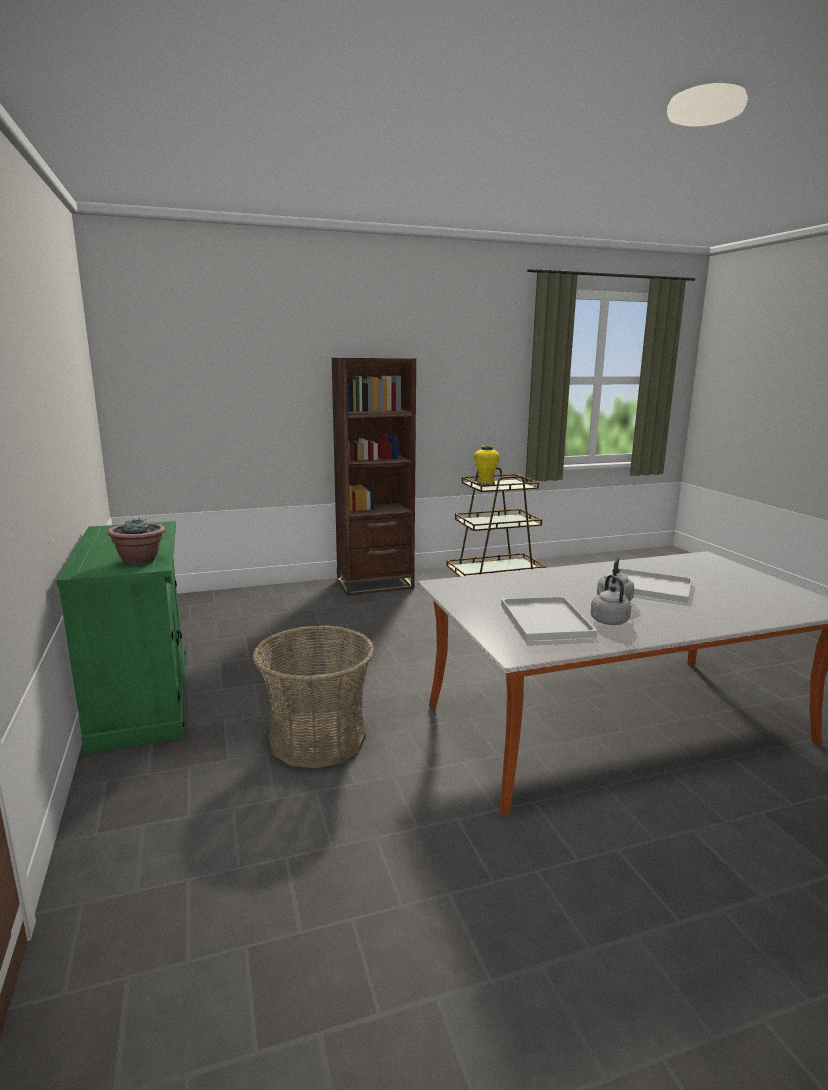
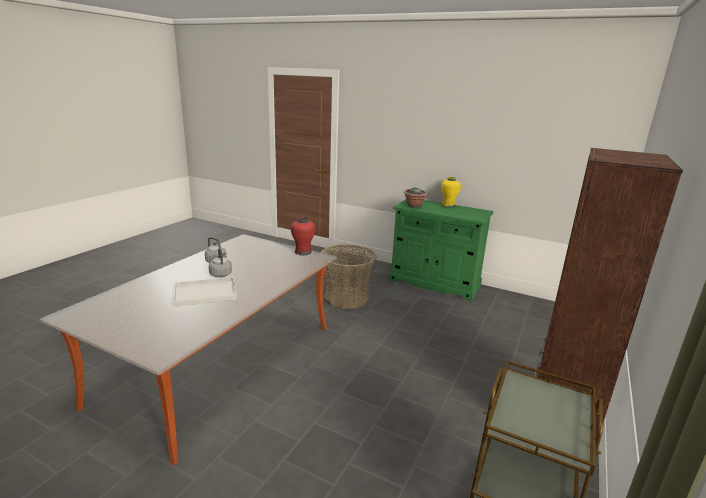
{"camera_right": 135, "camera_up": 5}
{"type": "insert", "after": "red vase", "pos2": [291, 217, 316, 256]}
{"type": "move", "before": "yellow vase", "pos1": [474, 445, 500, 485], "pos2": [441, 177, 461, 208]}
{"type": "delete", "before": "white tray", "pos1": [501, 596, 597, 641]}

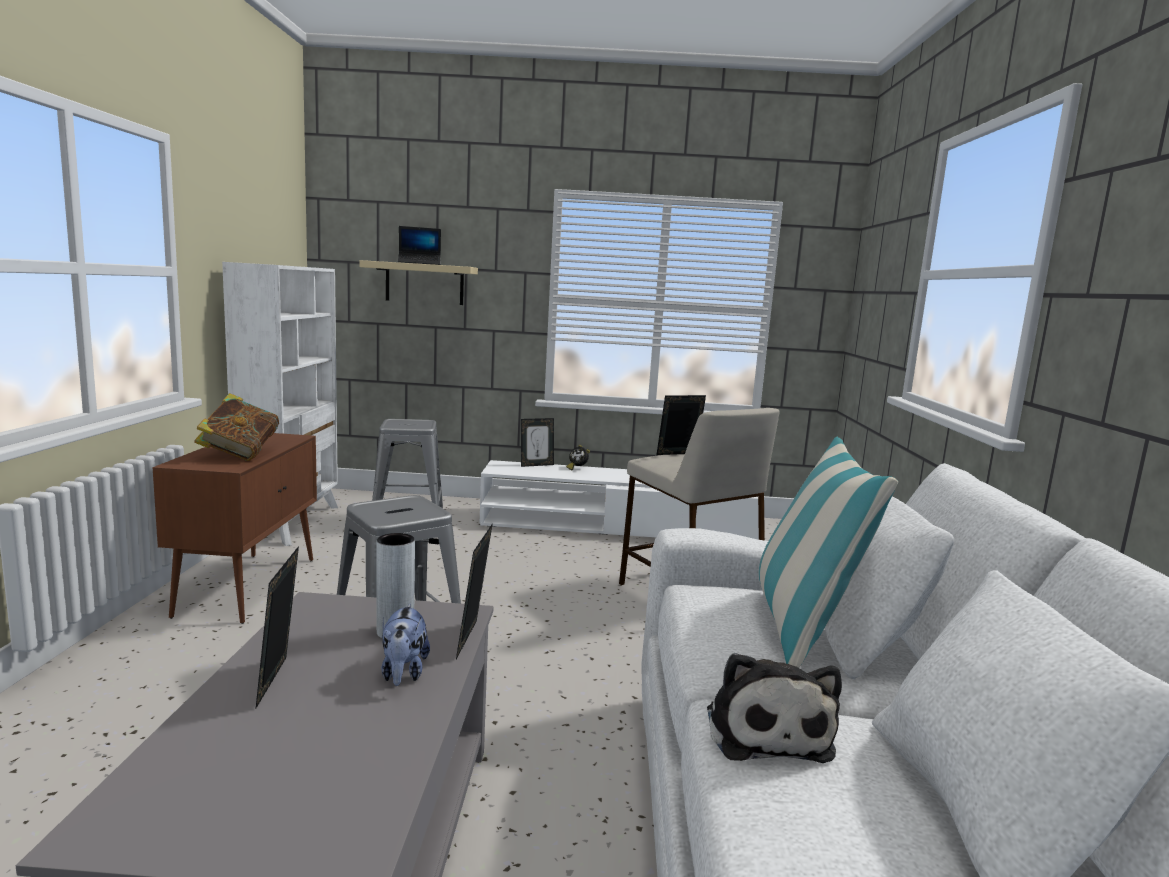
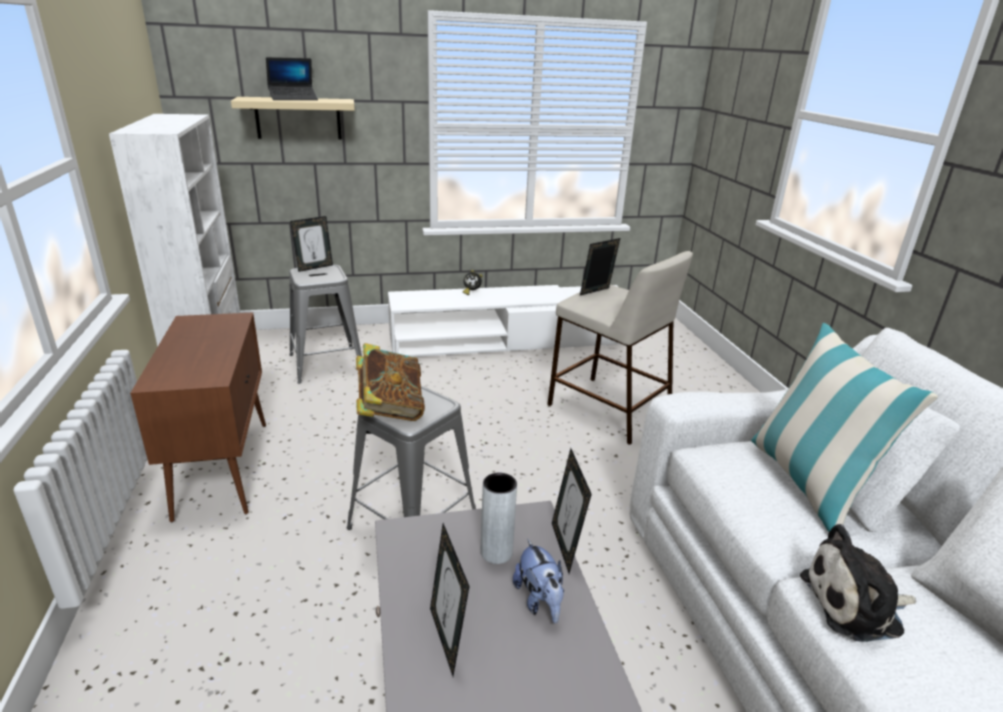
{"camera_right": -15, "camera_up": 15}
{"type": "move", "before": "picture frame", "pos1": [521, 418, 554, 467], "pos2": [290, 216, 333, 272]}
{"type": "move", "before": "book", "pos1": [194, 393, 279, 461], "pos2": [356, 343, 425, 421]}
{"type": "rotate", "before": "plush toy", "pos1": [707, 653, 842, 763], "pos2": [800, 524, 916, 642], "turn": 105}

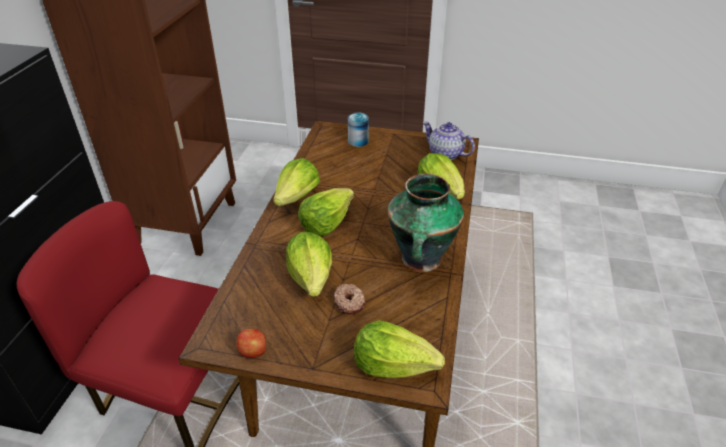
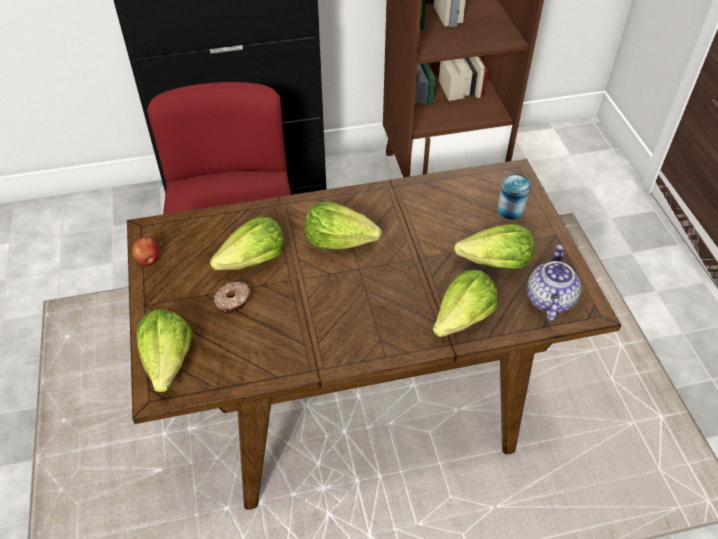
{"camera_right": 65, "camera_up": 10}
{"type": "move", "before": "lettuce", "pos1": [273, 158, 320, 206], "pos2": [454, 224, 535, 269]}
{"type": "delete", "before": "vase", "pos1": [387, 174, 464, 272]}

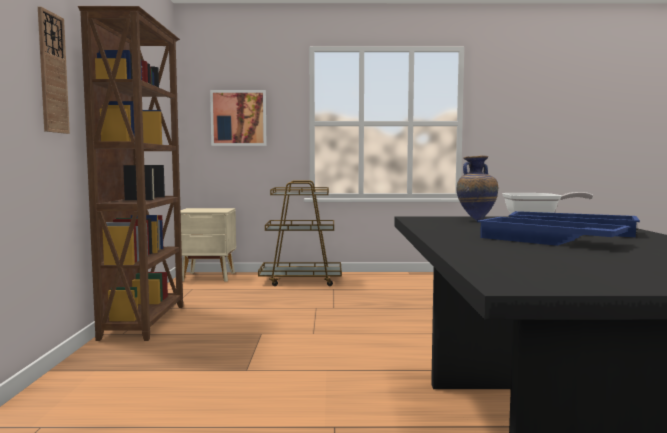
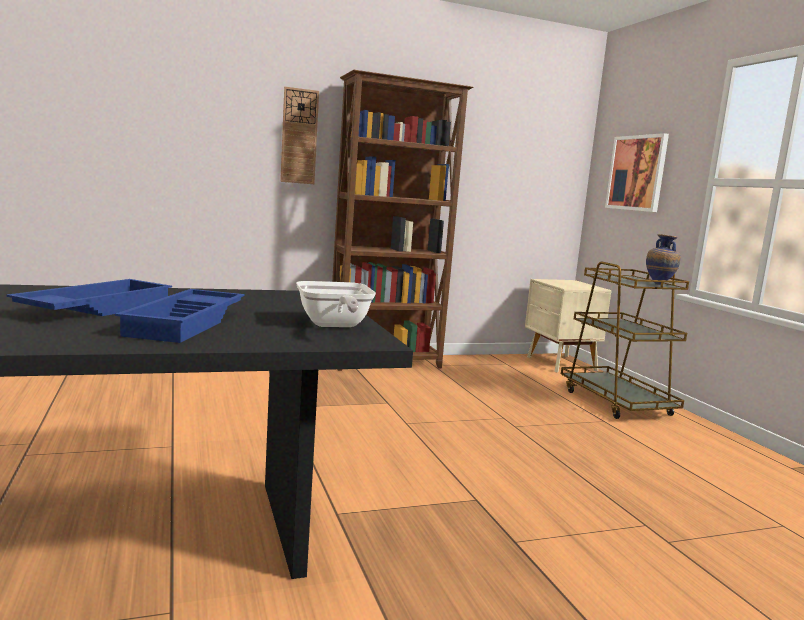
{"camera_right": 70, "camera_up": 5}
{"type": "move", "before": "vase", "pos1": [457, 155, 498, 221], "pos2": [646, 234, 681, 285]}

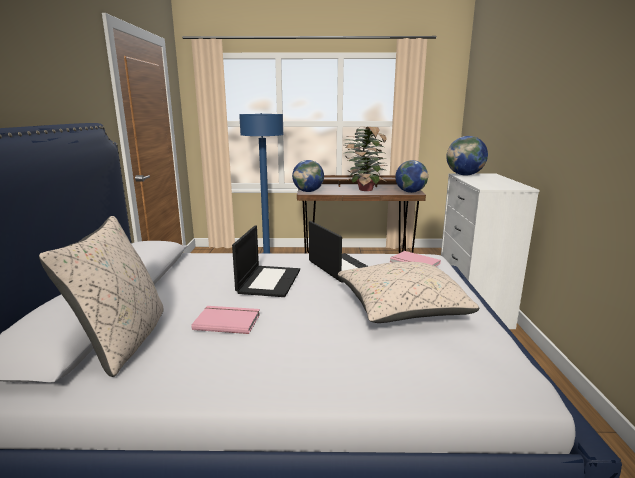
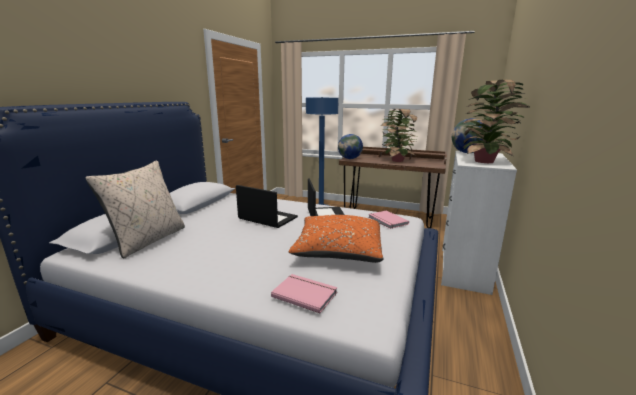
{"camera_right": 20, "camera_up": 0}
{"type": "rotate", "before": "laptop", "pos1": [232, 225, 300, 297], "pos2": [236, 185, 298, 228], "turn": -90}
{"type": "move", "before": "pink book", "pos1": [191, 306, 260, 334], "pos2": [271, 274, 337, 313]}
{"type": "recolor", "before": "beige pillow", "after": "orange pillow", "pos1": [338, 262, 479, 323], "pos2": [289, 215, 384, 263]}
{"type": "insert", "after": "potted plant", "pos2": [462, 79, 530, 163]}
{"type": "delete", "before": "globe", "pos1": [395, 160, 428, 193]}

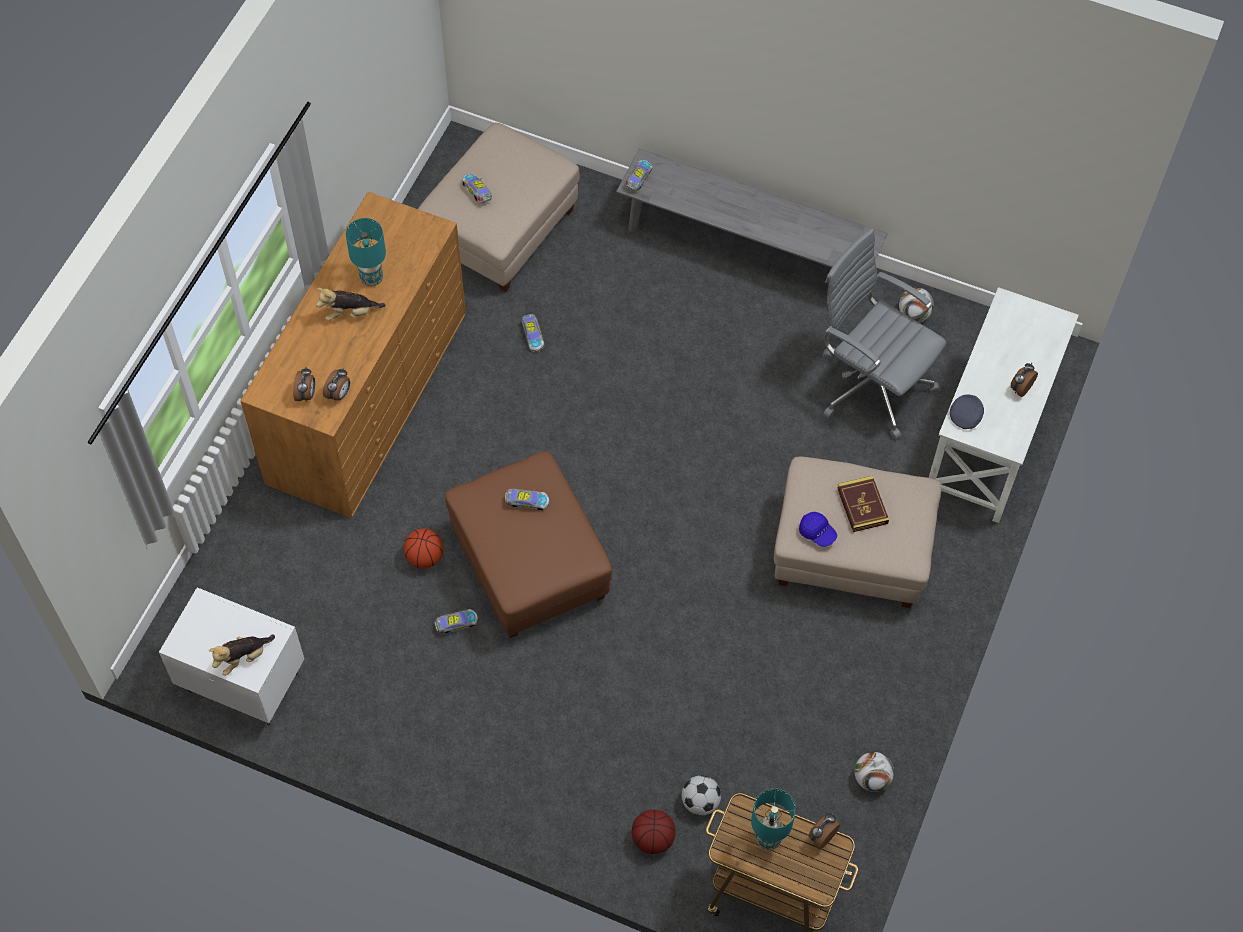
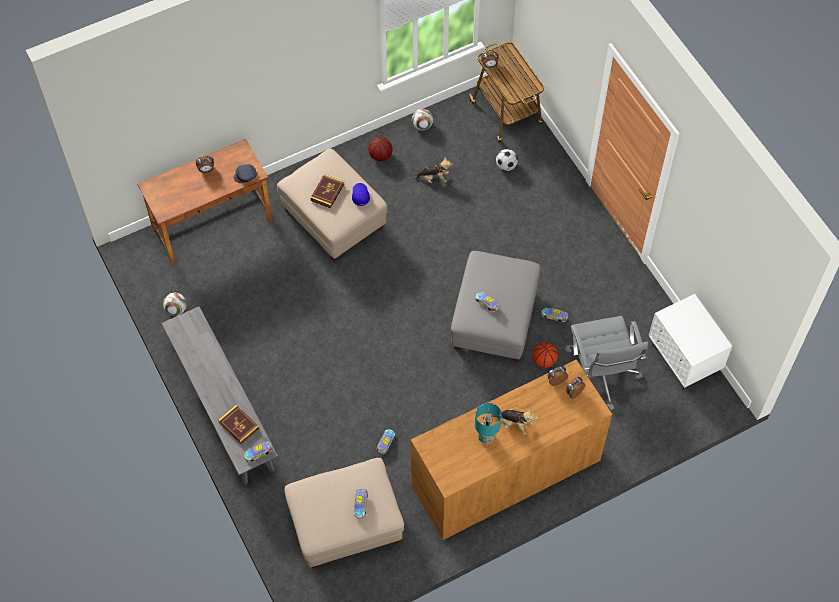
{"camera_right": -140, "camera_up": 0}
{"type": "recolor", "before": "white desk", "after": "brown desk", "pos1": [929, 287, 1079, 523], "pos2": [137, 139, 272, 264]}
{"type": "insert", "after": "book", "pos2": [218, 405, 259, 444]}
{"type": "move", "before": "basketball", "pos1": [632, 810, 676, 854], "pos2": [368, 137, 392, 161]}
{"type": "move", "before": "plush toy", "pos1": [209, 634, 275, 676], "pos2": [413, 157, 453, 183]}
{"type": "recolor", "before": "brown ottoman", "after": "grey ottoman", "pos1": [445, 451, 612, 638], "pos2": [451, 251, 541, 362]}
{"type": "move", "before": "grey office chair", "pos1": [822, 228, 946, 440], "pos2": [565, 316, 648, 411]}
{"type": "delete", "before": "turquoise table lamp", "pos1": [751, 788, 796, 850]}

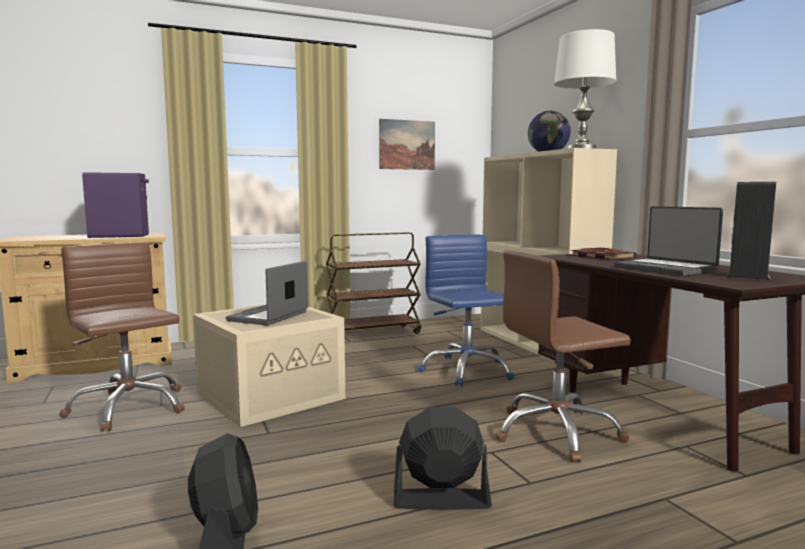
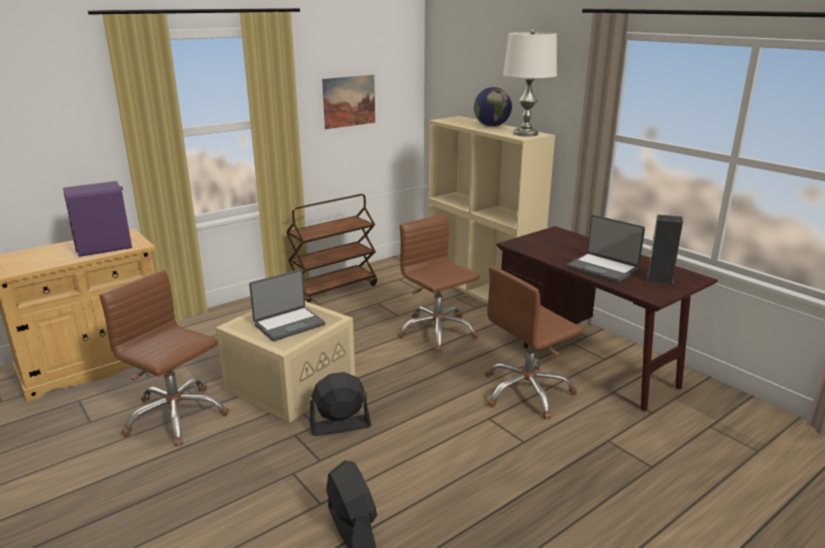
{"camera_right": -15, "camera_up": 15}
{"type": "rotate", "before": "laptop", "pos1": [226, 261, 308, 325], "pos2": [249, 269, 325, 341], "turn": -135}
{"type": "move", "before": "black fan", "pos1": [394, 407, 492, 510], "pos2": [310, 372, 371, 436]}
{"type": "recolor", "before": "blue office chair", "after": "brown office chair", "pos1": [418, 235, 515, 387], "pos2": [398, 214, 480, 352]}
{"type": "delete", "before": "book", "pos1": [571, 248, 636, 260]}

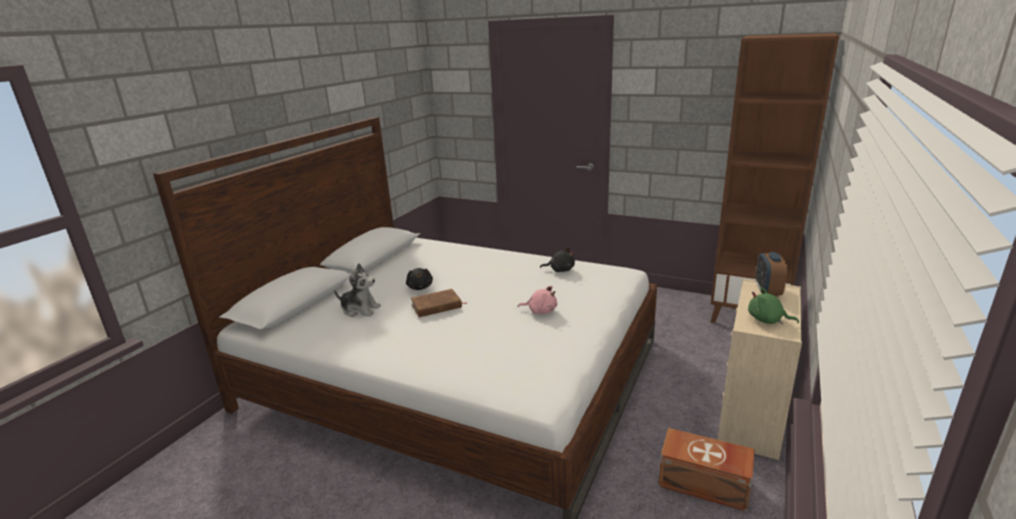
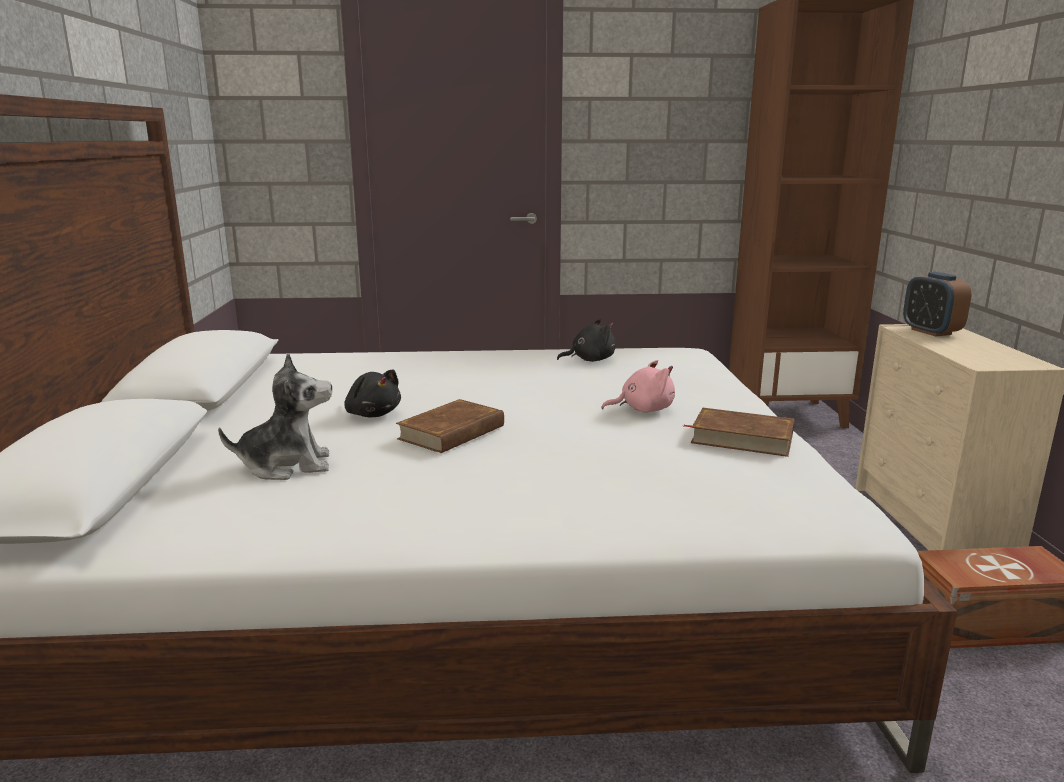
{"camera_right": -30, "camera_up": -5}
{"type": "insert", "after": "brown book", "pos2": [684, 408, 795, 457]}
{"type": "delete", "before": "green plush toy", "pos1": [748, 287, 799, 325]}

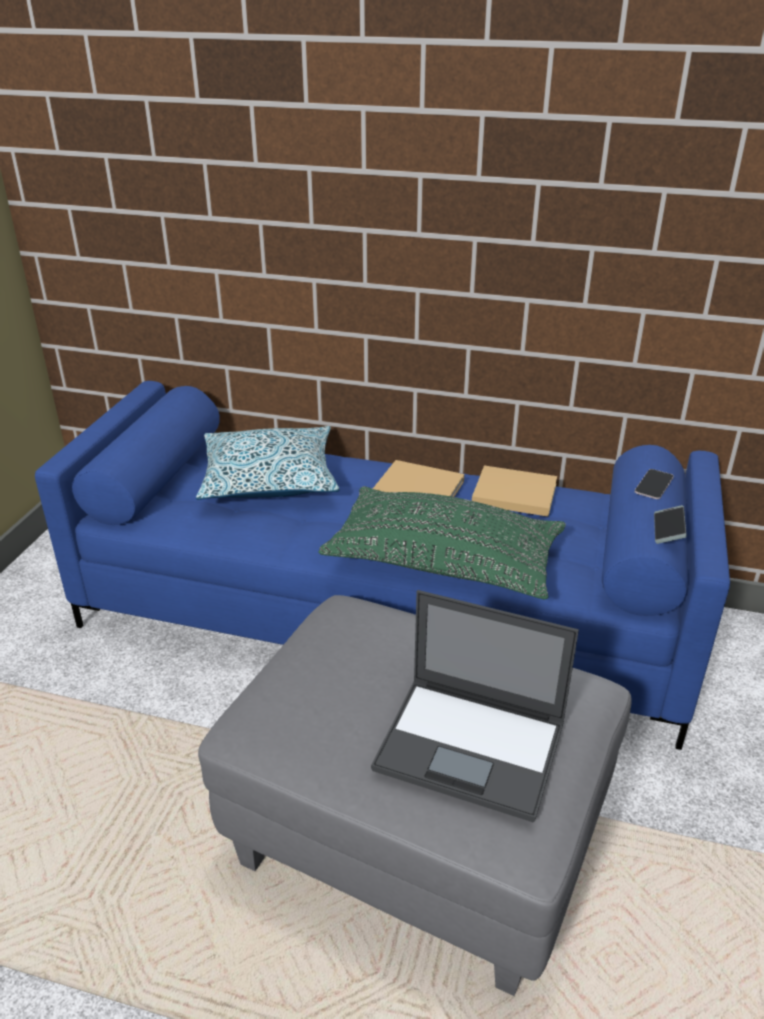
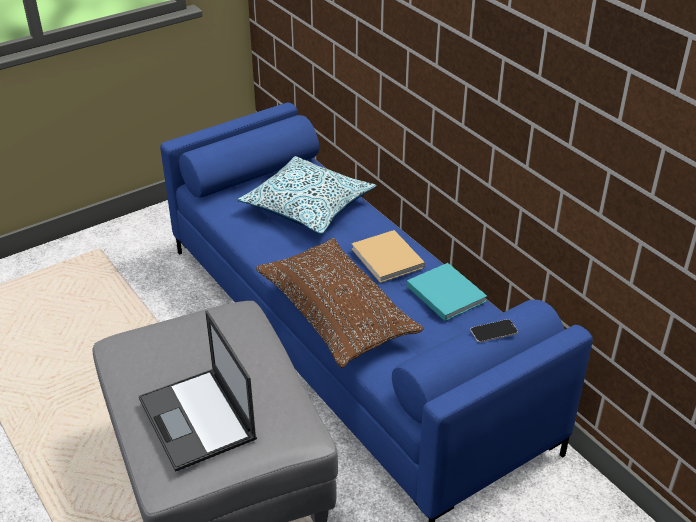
{"camera_right": 40, "camera_up": 5}
{"type": "recolor", "before": "green pillow", "after": "brown pillow", "pos1": [318, 486, 566, 599], "pos2": [256, 238, 424, 368]}
{"type": "recolor", "before": "beige book", "after": "turquoise book", "pos1": [472, 466, 557, 516], "pos2": [407, 263, 487, 321]}
{"type": "delete", "before": "phone", "pos1": [654, 505, 687, 544]}

